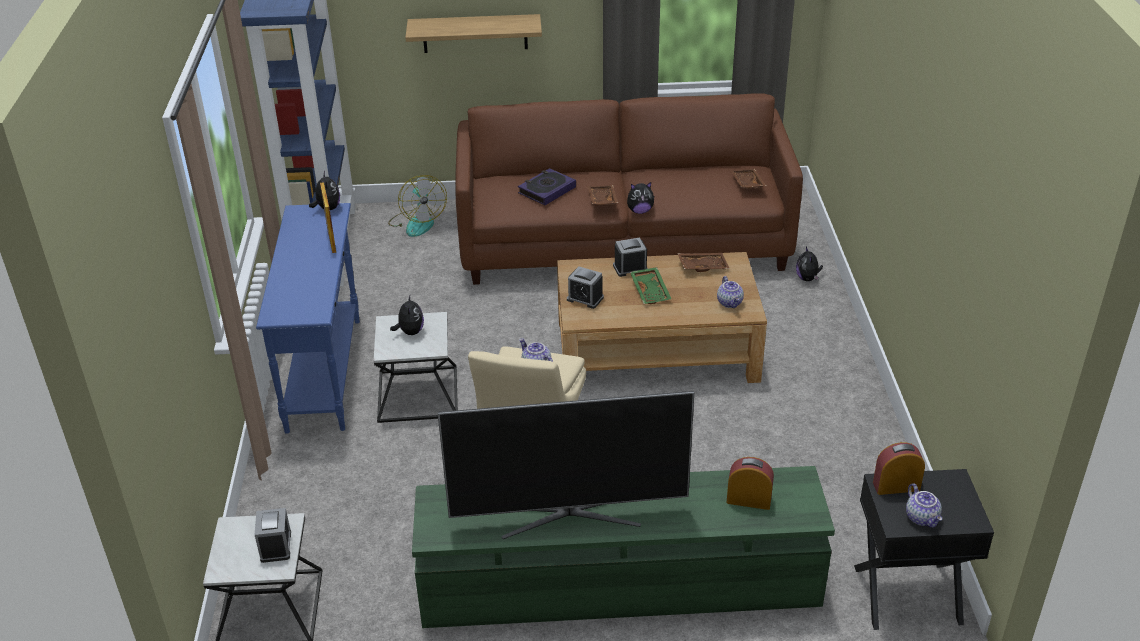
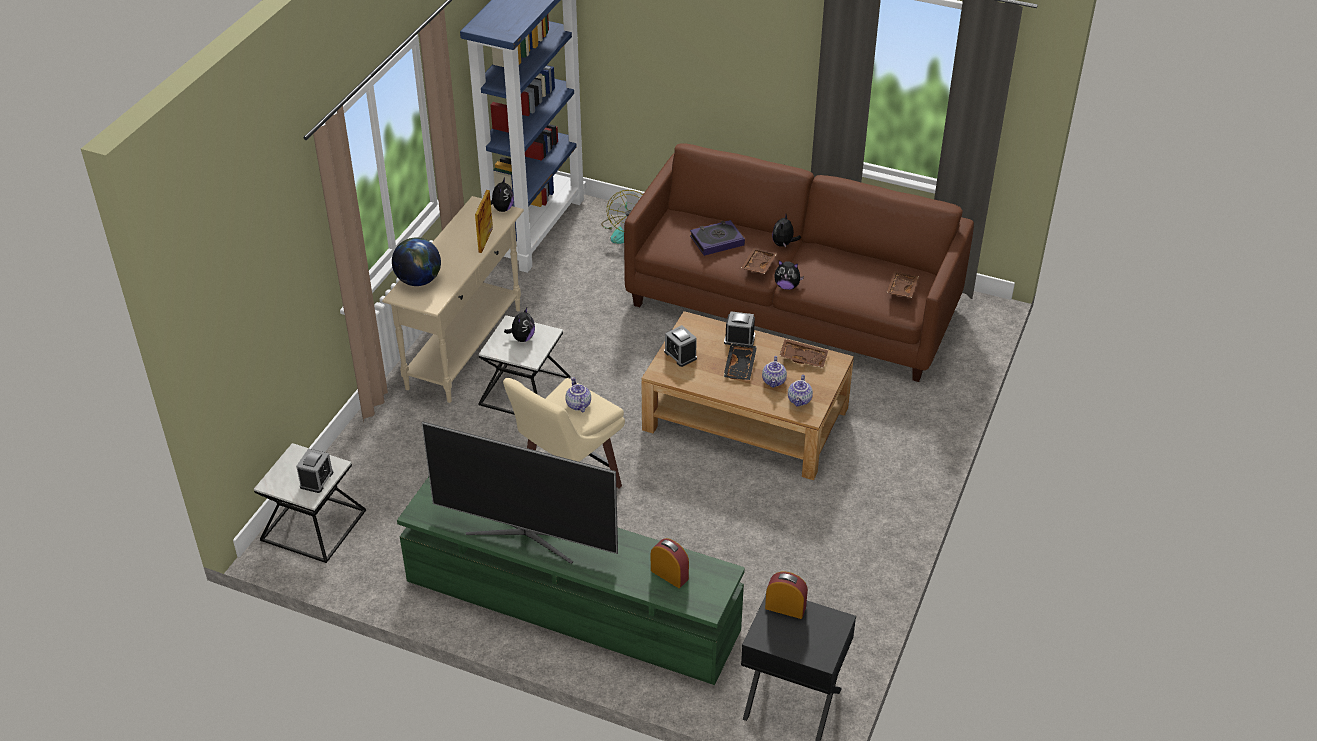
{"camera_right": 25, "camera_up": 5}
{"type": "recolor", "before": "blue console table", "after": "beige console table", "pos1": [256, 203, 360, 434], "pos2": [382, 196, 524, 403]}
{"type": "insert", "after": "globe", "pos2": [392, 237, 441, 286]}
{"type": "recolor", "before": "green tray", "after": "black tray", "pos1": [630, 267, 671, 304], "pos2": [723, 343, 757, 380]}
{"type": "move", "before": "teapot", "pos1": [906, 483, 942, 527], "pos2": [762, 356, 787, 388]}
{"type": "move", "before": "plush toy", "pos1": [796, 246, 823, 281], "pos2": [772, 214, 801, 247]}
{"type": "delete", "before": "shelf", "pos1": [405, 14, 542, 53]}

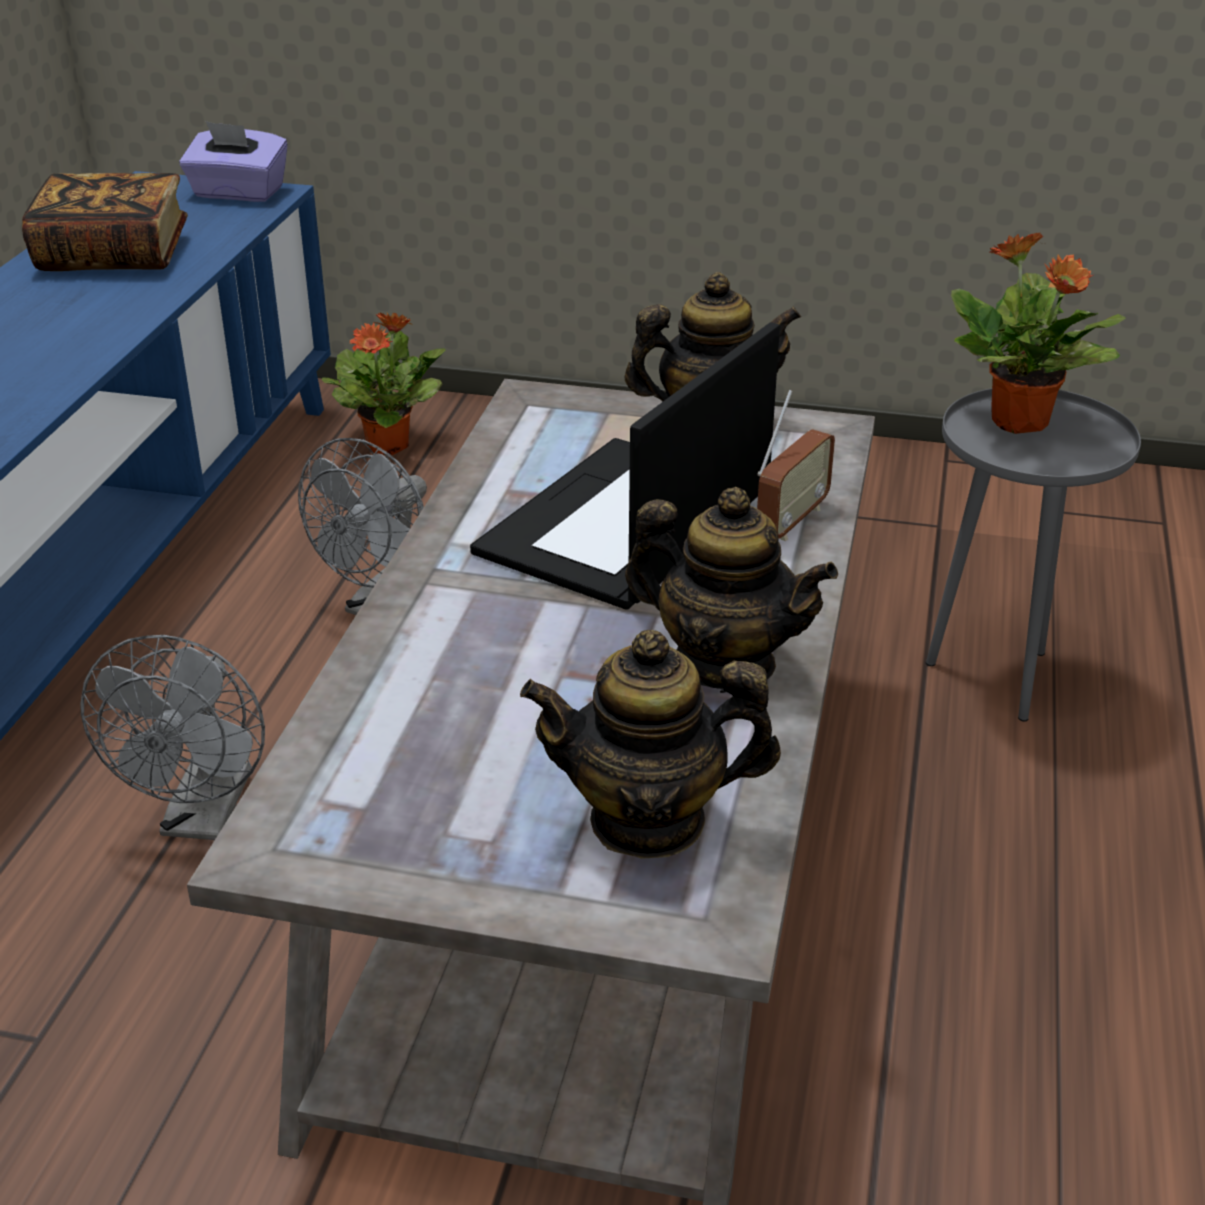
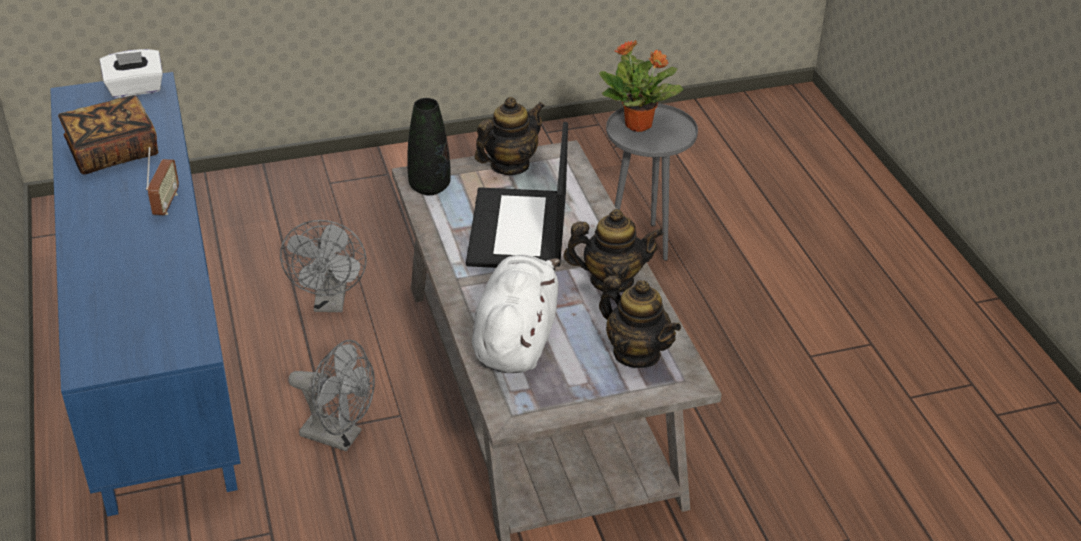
{"camera_right": -30, "camera_up": 5}
{"type": "recolor", "before": "purple tissue box", "after": "white tissue box", "pos1": [180, 122, 288, 202], "pos2": [100, 49, 163, 98]}
{"type": "move", "before": "radio", "pos1": [757, 390, 835, 541], "pos2": [146, 147, 179, 215]}
{"type": "rotate", "before": "grey fan", "pos1": [81, 635, 265, 840], "pos2": [288, 340, 375, 452], "turn": -45}
{"type": "insert", "after": "black vase", "pos2": [407, 98, 451, 195]}
{"type": "insert", "after": "white plush toy", "pos2": [472, 255, 560, 373]}
{"type": "rotate", "before": "teapot", "pos1": [520, 630, 781, 859], "pos2": [599, 276, 681, 368], "turn": -105}
{"type": "delete", "before": "potted plant", "pos1": [321, 312, 446, 455]}

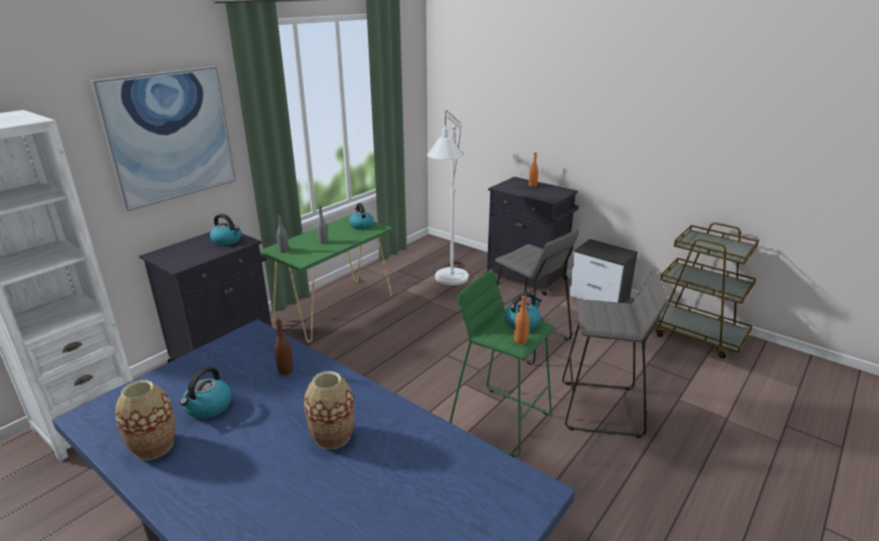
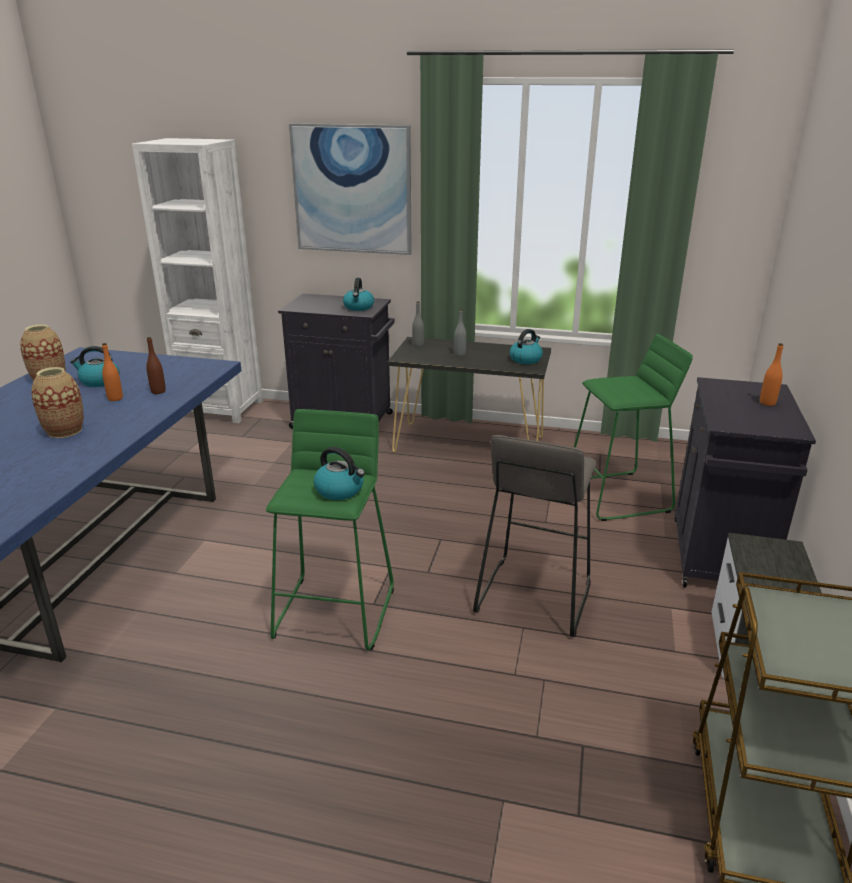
{"camera_right": 65, "camera_up": 0}
{"type": "move", "before": "orange bottle", "pos1": [514, 293, 529, 344], "pos2": [102, 343, 123, 401]}
{"type": "recolor", "before": "green console table", "after": "black console table", "pos1": [260, 214, 393, 343], "pos2": [388, 337, 551, 453]}
{"type": "replace", "before": "white floor lamp", "after": "green stool", "pos1": [427, 110, 469, 285], "pos2": [574, 334, 693, 521]}
{"type": "delete", "before": "grey stool", "pos1": [562, 269, 668, 438]}

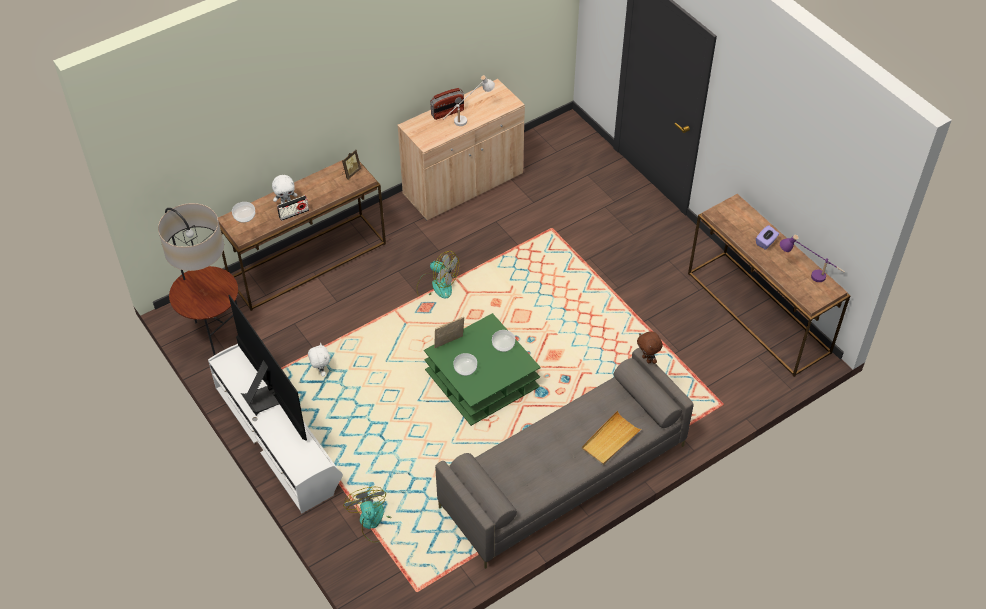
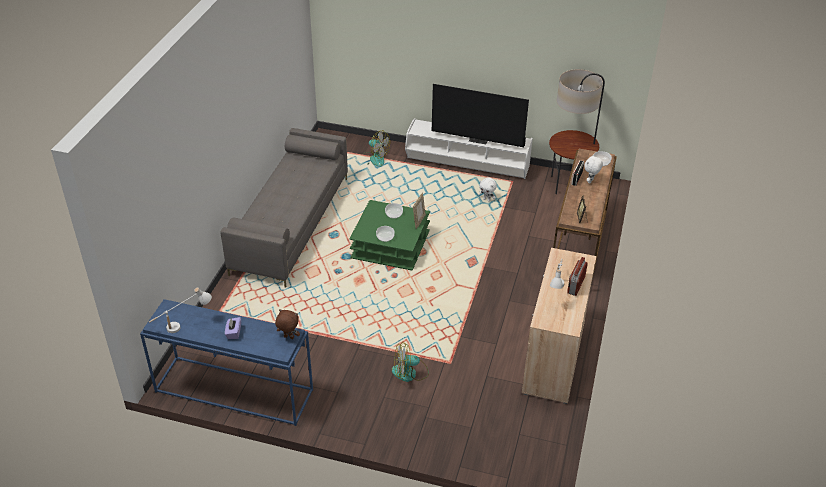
{"camera_right": 140, "camera_up": -10}
{"type": "recolor", "before": "brown console table", "after": "blue console table", "pos1": [688, 194, 850, 377], "pos2": [140, 299, 313, 426]}
{"type": "recolor", "before": "purple table lamp", "after": "white table lamp", "pos1": [780, 235, 845, 282], "pos2": [149, 288, 212, 333]}
{"type": "move", "before": "brown plush toy", "pos1": [637, 331, 663, 364], "pos2": [275, 309, 300, 339]}
{"type": "move", "before": "fan", "pos1": [416, 251, 459, 299], "pos2": [392, 342, 429, 382]}
{"type": "delete", "before": "beige tray", "pos1": [581, 411, 642, 465]}

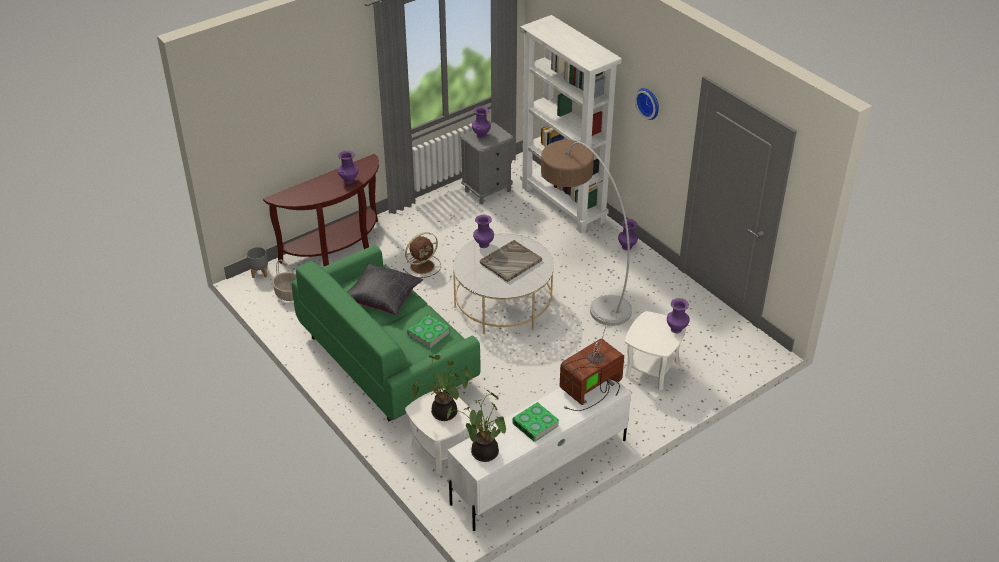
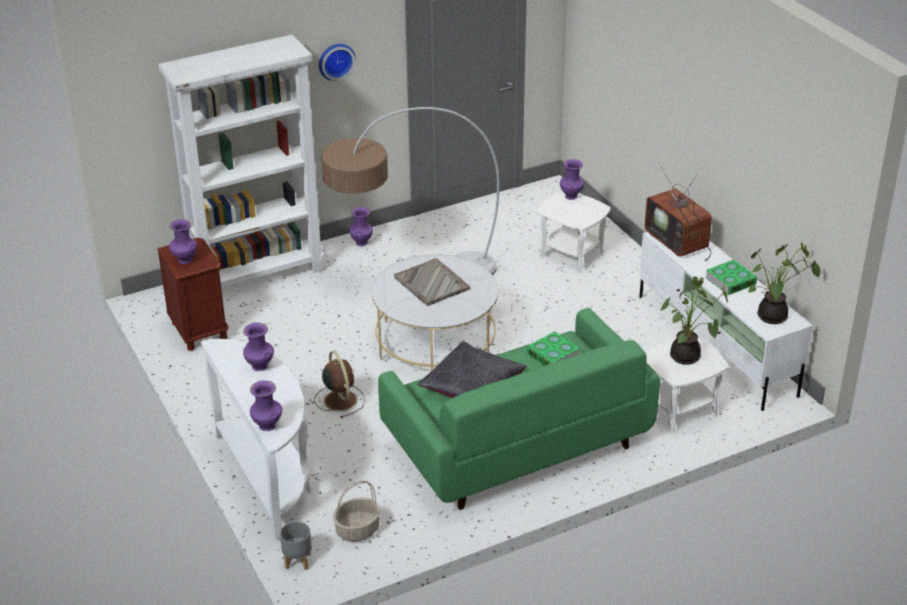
{"camera_right": -80, "camera_up": -5}
{"type": "recolor", "before": "grey nightstand", "after": "brown nightstand", "pos1": [460, 122, 513, 204], "pos2": [157, 238, 229, 351]}
{"type": "recolor", "before": "brown console table", "after": "white console table", "pos1": [263, 154, 379, 267], "pos2": [201, 339, 311, 540]}
{"type": "move", "before": "purple vase", "pos1": [473, 215, 494, 248], "pos2": [250, 380, 282, 431]}

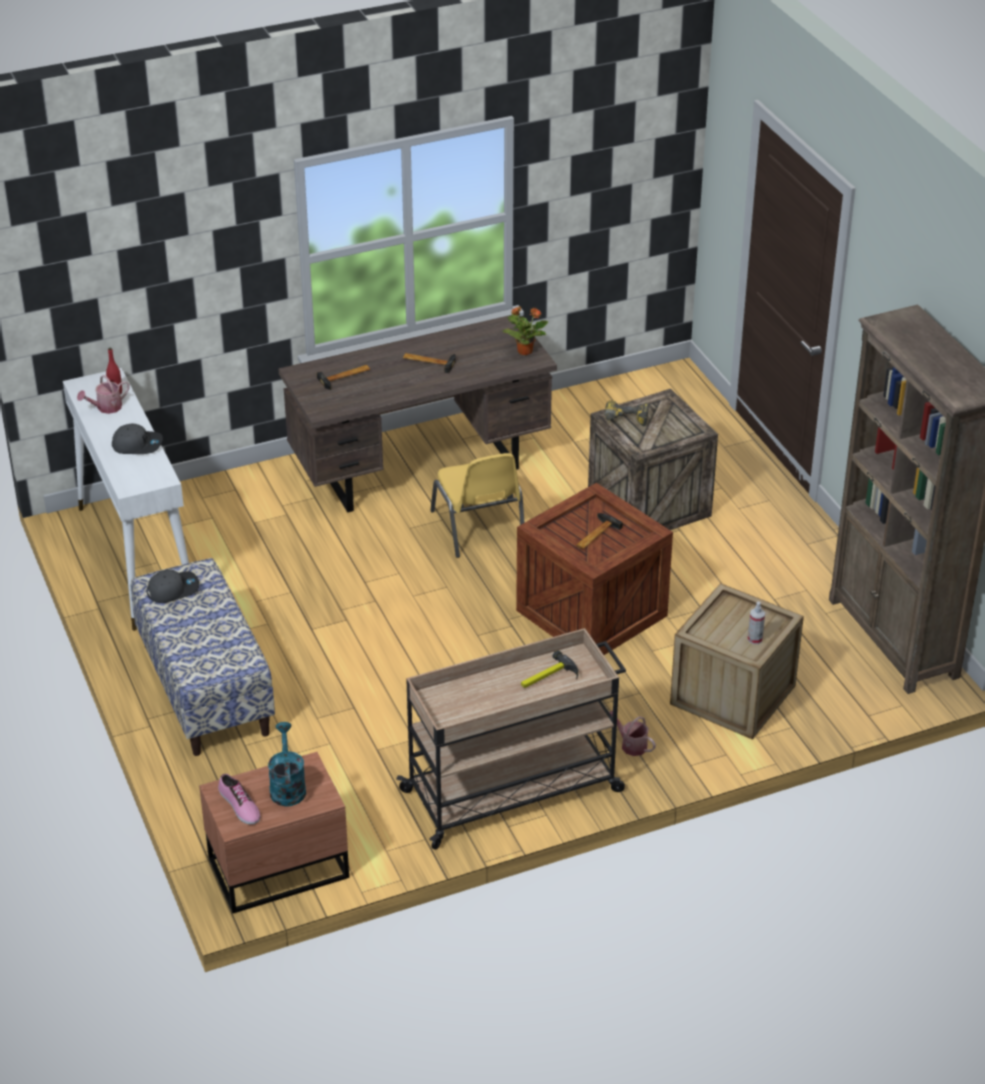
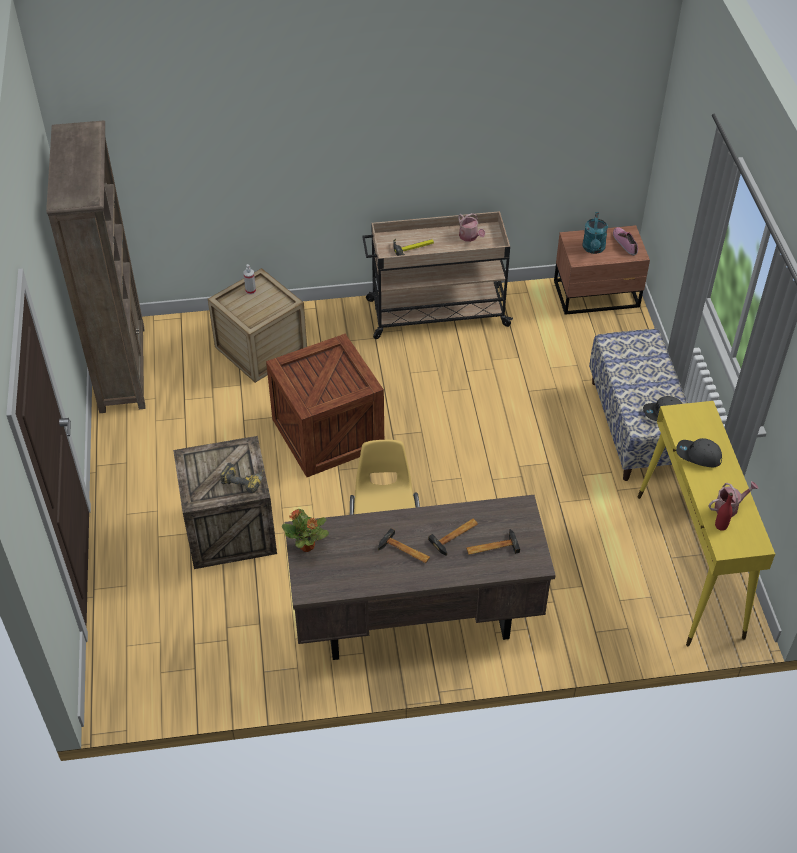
{"camera_right": -165, "camera_up": 10}
{"type": "move", "before": "hammer", "pos1": [576, 513, 623, 549], "pos2": [428, 518, 478, 556]}
{"type": "move", "before": "watering can", "pos1": [609, 710, 656, 756], "pos2": [458, 213, 485, 242]}
{"type": "recolor", "before": "white console table", "after": "yellow console table", "pos1": [63, 368, 189, 631], "pos2": [637, 401, 775, 646]}

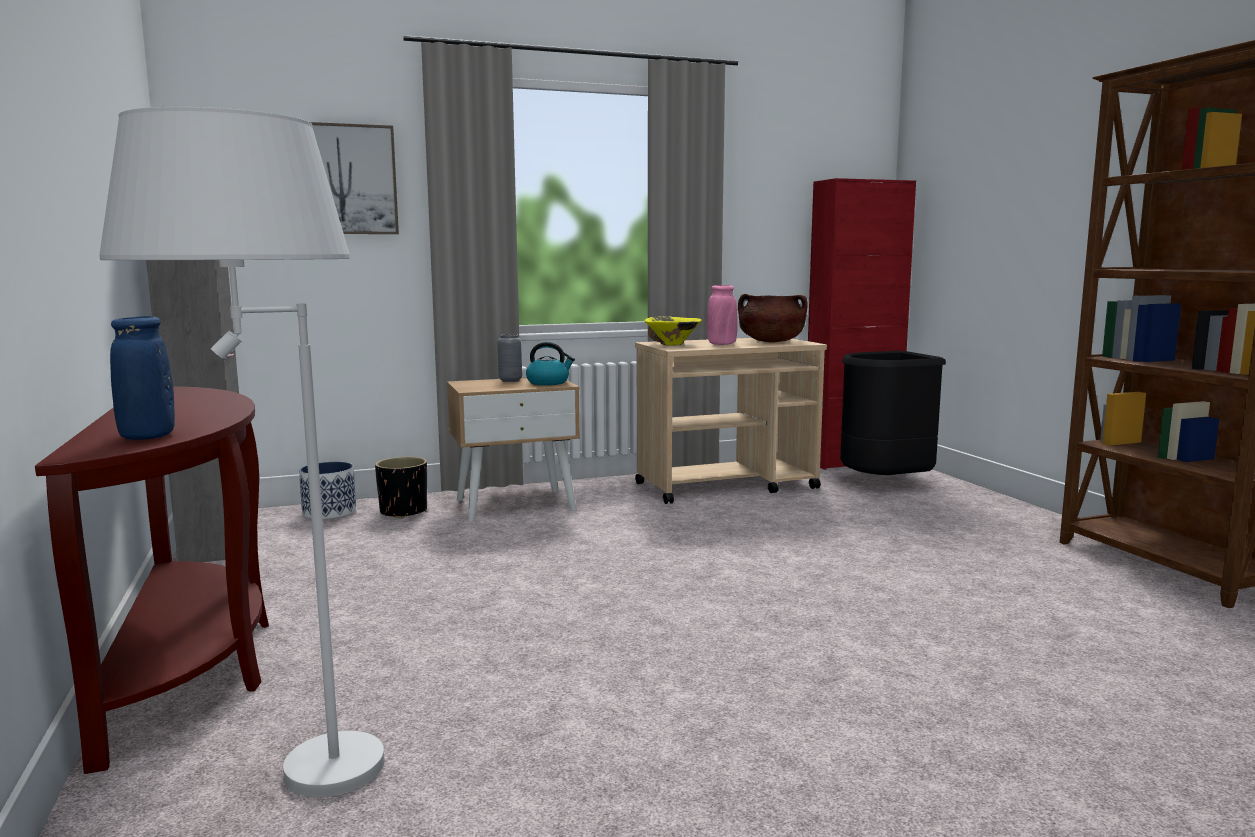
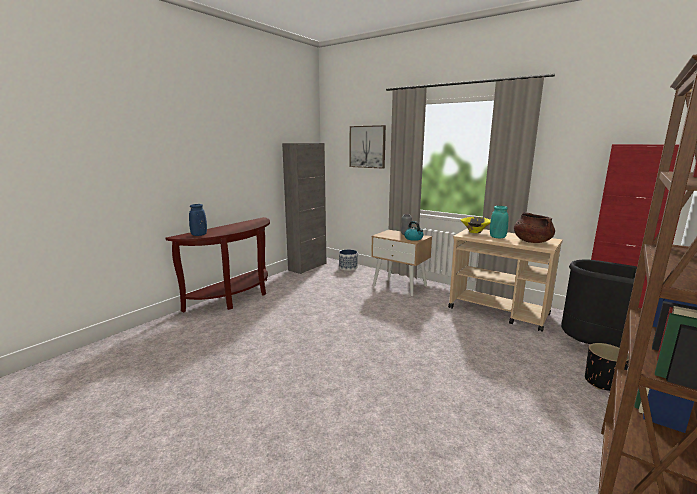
{"camera_right": 55, "camera_up": 5}
{"type": "recolor", "before": "pink vase", "after": "turquoise vase", "pos1": [707, 285, 738, 345], "pos2": [490, 206, 508, 238]}
{"type": "move", "before": "black planter", "pos1": [375, 457, 427, 519], "pos2": [585, 343, 629, 391]}
{"type": "delete", "before": "white floor lamp", "pos1": [100, 107, 384, 797]}

